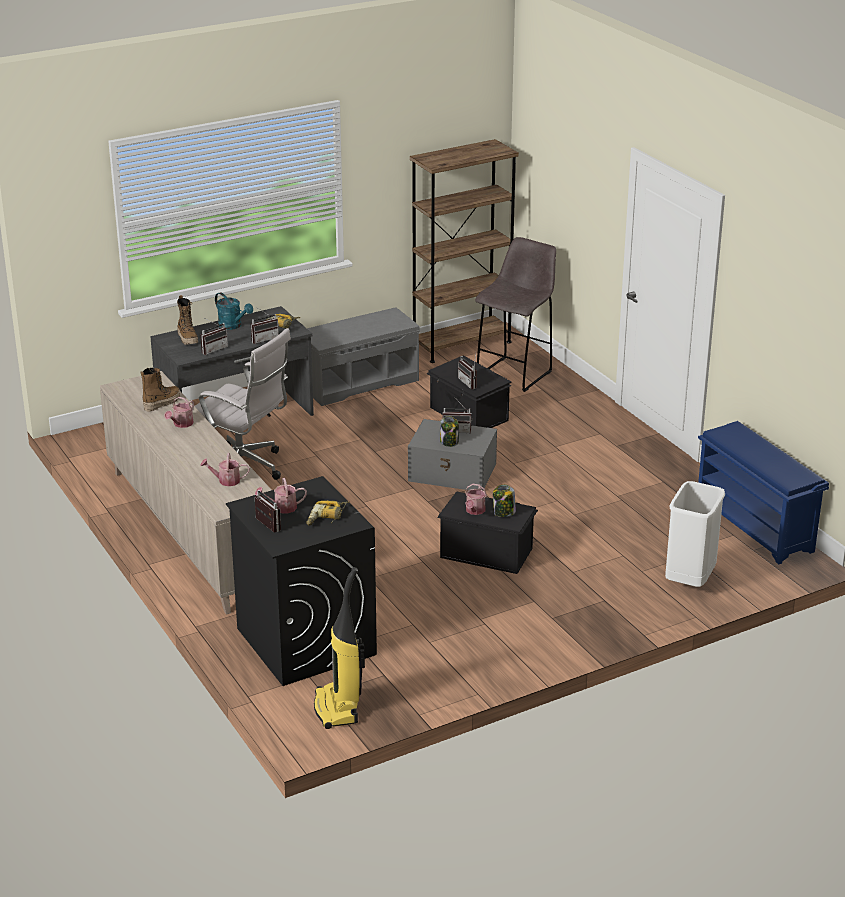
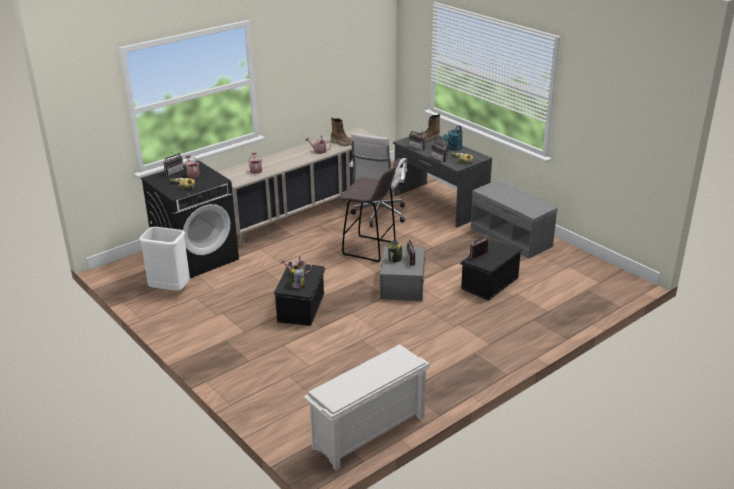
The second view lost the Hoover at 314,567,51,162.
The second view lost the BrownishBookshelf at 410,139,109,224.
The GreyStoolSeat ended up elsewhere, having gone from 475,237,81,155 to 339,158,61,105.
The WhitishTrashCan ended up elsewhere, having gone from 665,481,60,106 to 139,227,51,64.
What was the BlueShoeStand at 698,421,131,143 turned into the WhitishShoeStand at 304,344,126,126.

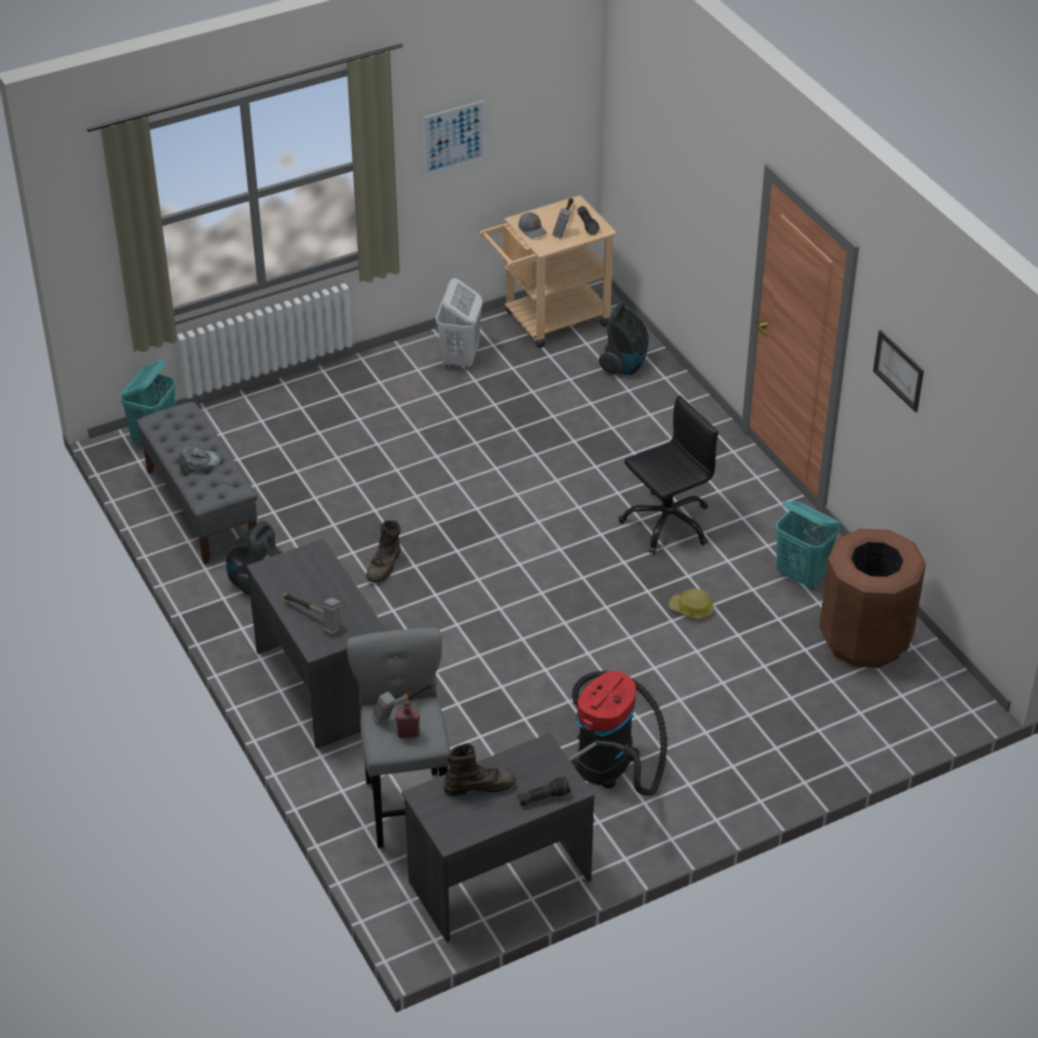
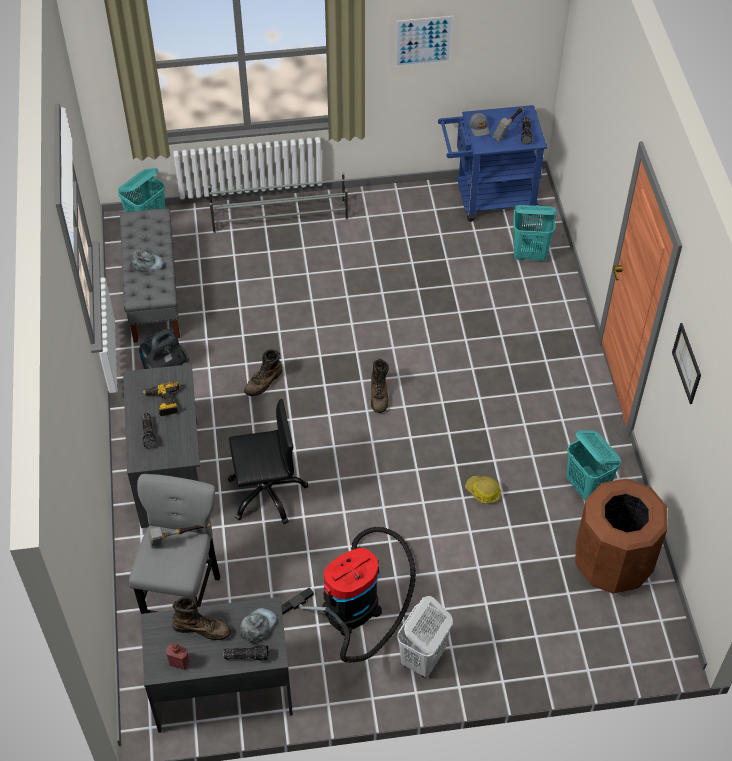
The second view gained the Drill at 142,382,37,34.
The second view gained the GreyShoeStand at 208,173,140,60.
The second view gained the GreyCap at 240,608,37,36.
The second view gained the BrownishHighTopBoot at 371,359,18,54.
The RedColouredBottle ended up elsewhere, having gone from 395,700,25,38 to 166,643,23,27.
The WhitishHamper ended up elsewhere, having gone from 436,278,47,93 to 397,596,56,81.
The BlackComputerChair ended up elsewhere, having gone from 619,395,100,159 to 228,399,80,125.
Where the ToolHammer stood at 282,593,58,42, the HandTorch came to stand at 141,413,16,36.
Where the Hoover stood at 599,302,50,73, the TurquoiseColouredHamper came to stand at 513,205,43,57.
What was the BeigeCart at 479,195,138,153 turned into the BlueCart at 438,105,109,117.

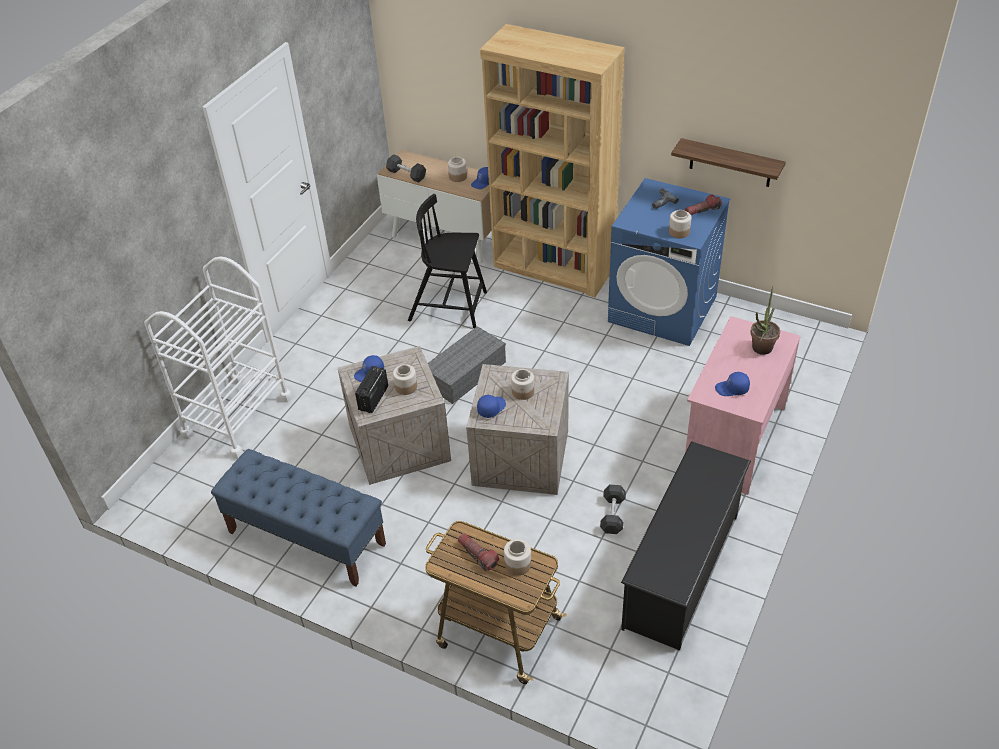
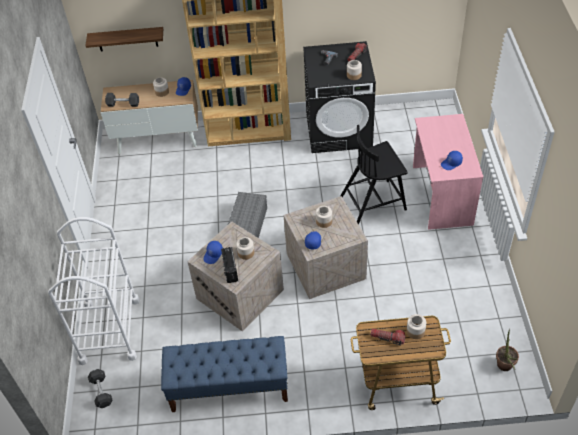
The second view lost the BlackShoeStand at 621,441,130,209.
The BlackPlainChair ended up elsewhere, having gone from 408,194,79,134 to 340,125,68,99.
The GreyHandWeight ended up elsewhere, having gone from 600,484,26,50 to 88,369,24,39.
The Shelf ended up elsewhere, having gone from 671,138,115,49 to 85,27,78,25.
The PlantInAPot ended up elsewhere, having gone from 750,286,30,69 to 496,329,23,42.
What was the BlueWashingMachine at 608,178,122,168 turned into the BlackWashingMachine at 303,41,73,112.

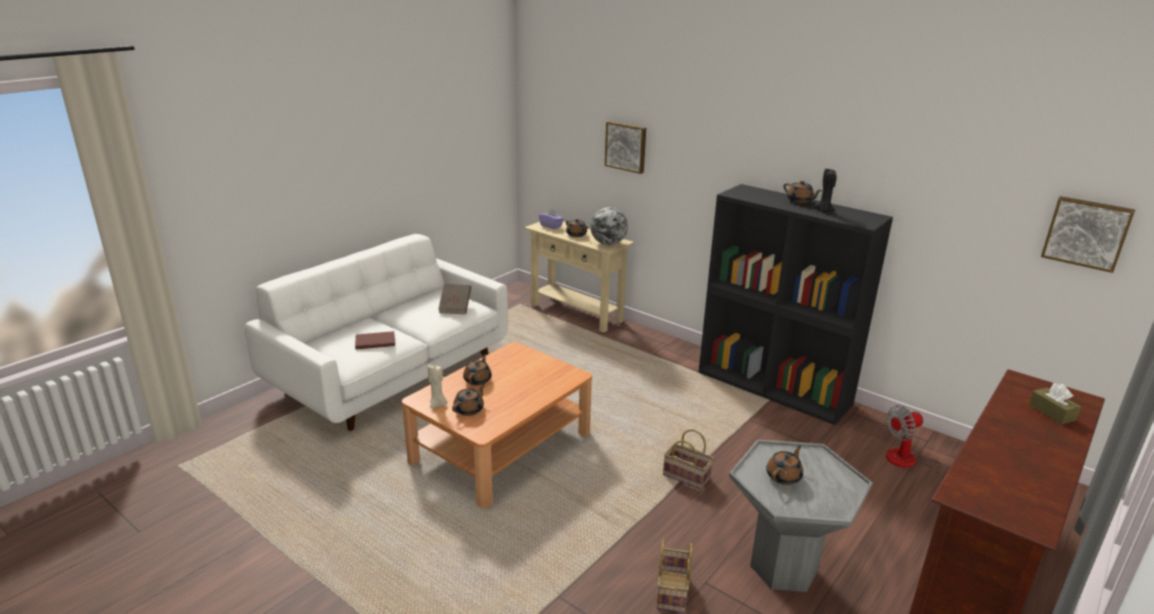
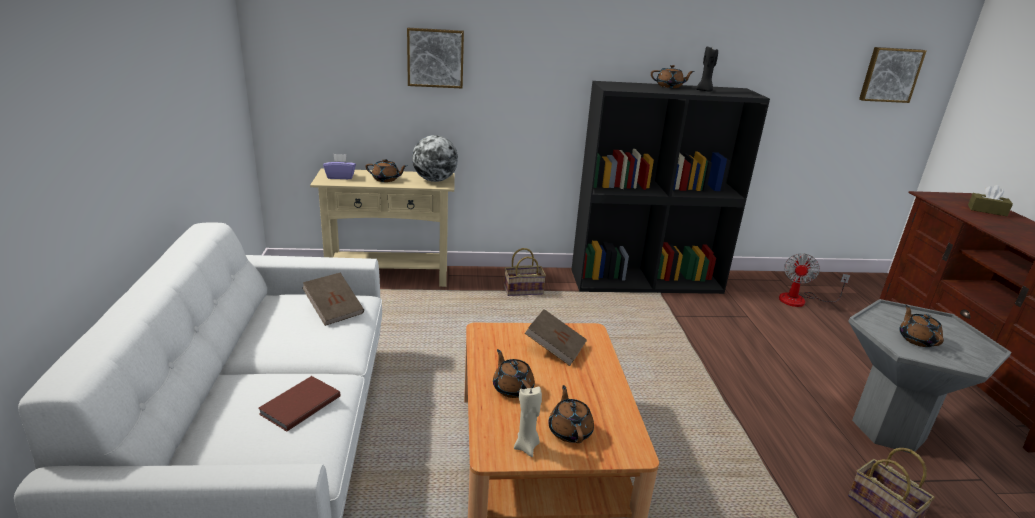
The second view gained the BrownishBook at 525,309,62,57.
The StorageBasket ended up elsewhere, having gone from 663,429,51,61 to 504,248,42,48.

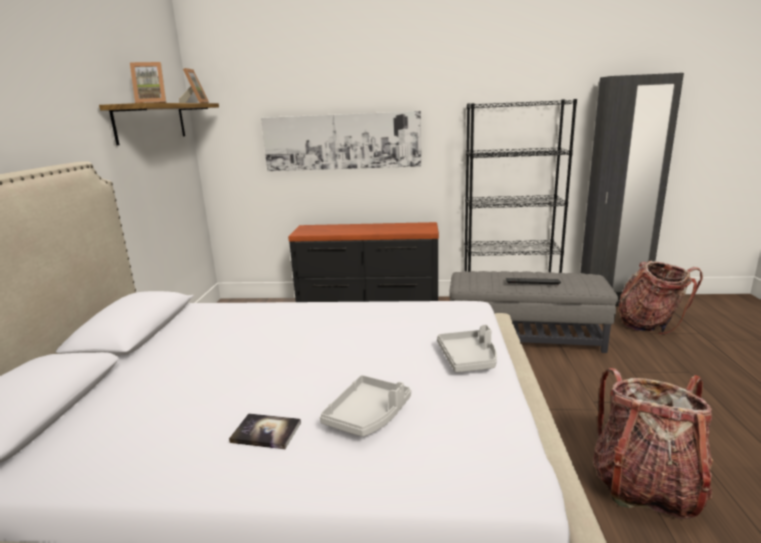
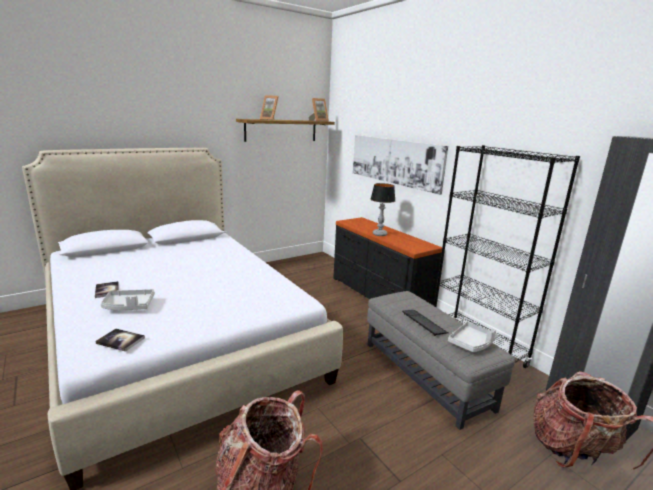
The second view gained the Book at 95,329,50,23.
The second view gained the TableLamp at 371,183,24,53.
The GreyServingTray ended up elsewhere, having gone from 437,325,60,47 to 448,322,50,30.

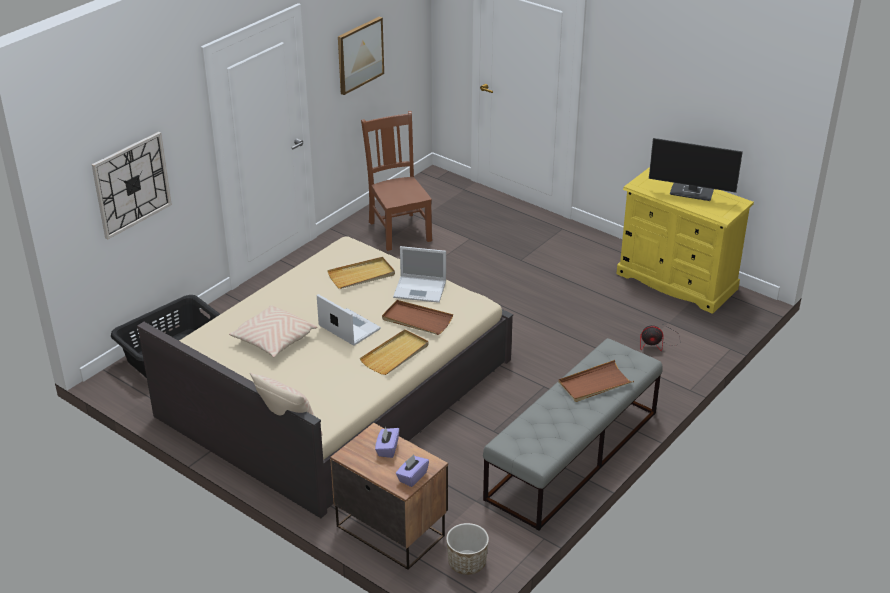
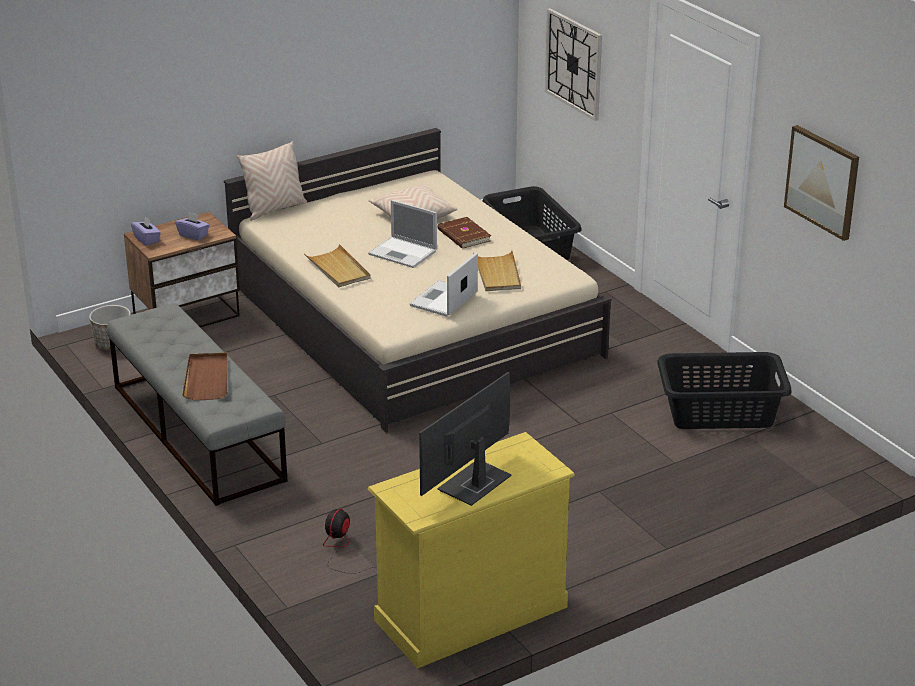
The second view lost the BrownishServingTray at 382,300,71,35.
The second view gained the BrownishBook at 437,217,54,32.
Where the BrownishPlainChair stood at 361,111,71,140, the BlackHamper came to stand at 657,352,135,77.
The NotebookComputer at 317,294,64,52 ended up facing another way, 60 degrees clockwise from before.

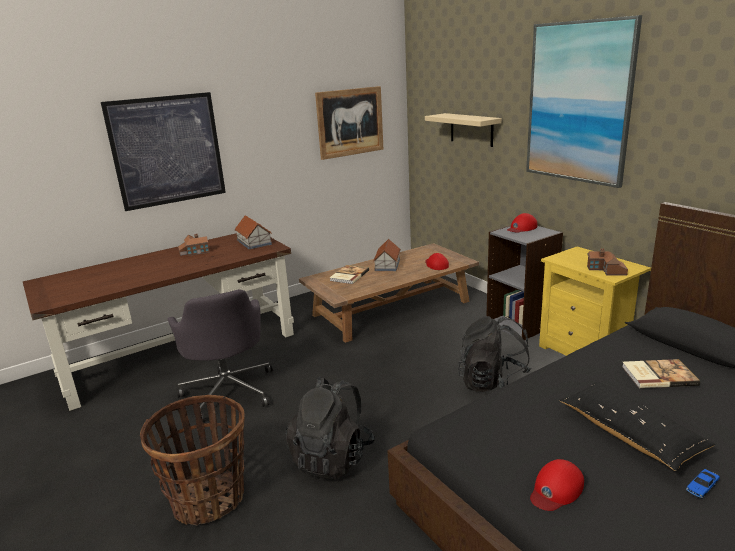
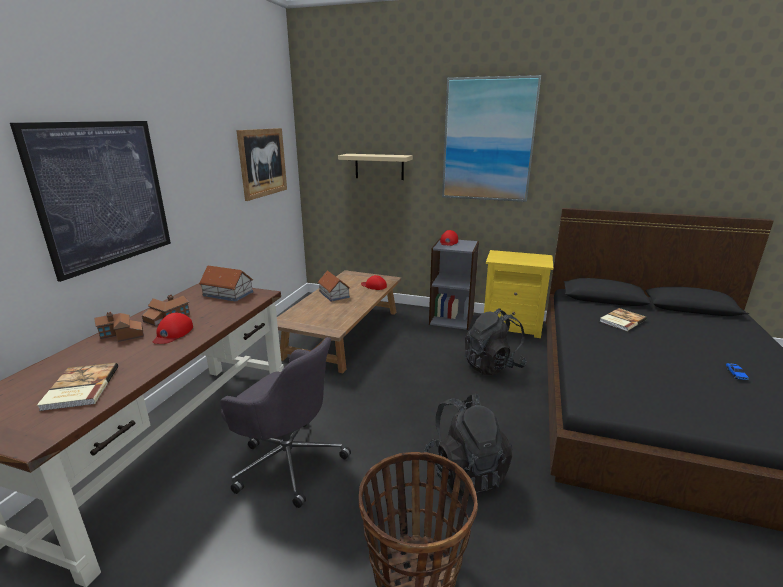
The second view lost the BlackCushion at 559,382,156,89.
The Book ended up elsewhere, having gone from 330,265,39,19 to 37,363,81,48.
The RedColouredCap ended up elsewhere, having gone from 530,459,54,52 to 153,313,40,31.
The ModelHouse ended up elsewhere, having gone from 587,249,41,27 to 94,312,50,30.

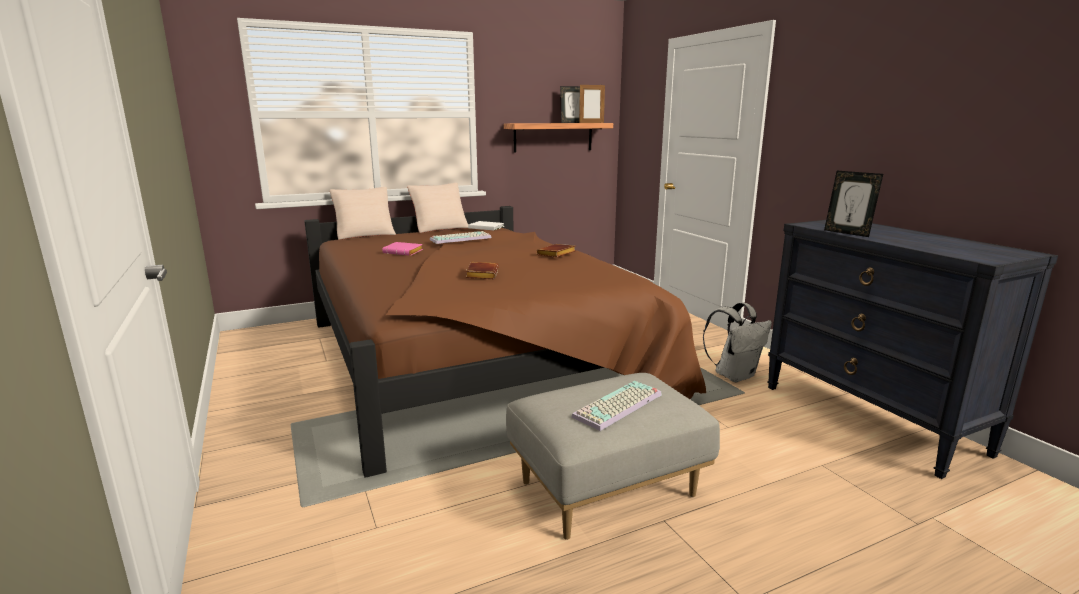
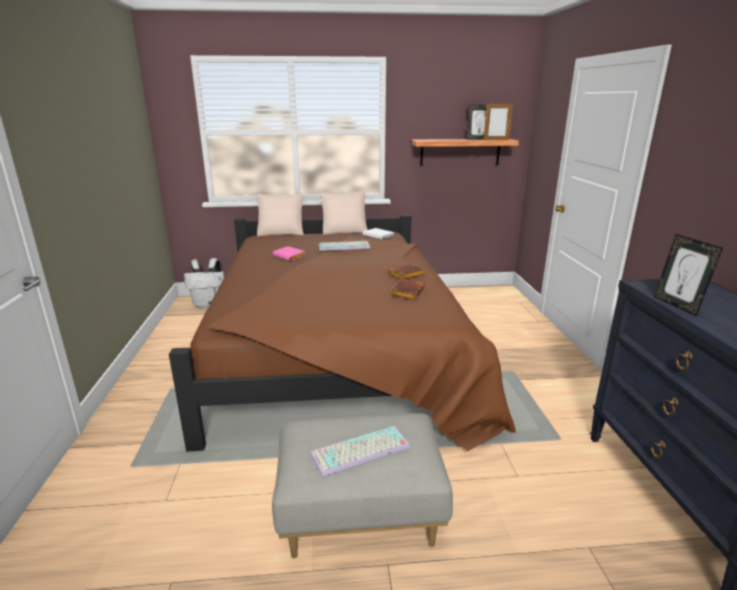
The BrownishBook ended up elsewhere, having gone from 466,262,33,17 to 391,279,34,21.
The WhitishKnapsack ended up elsewhere, having gone from 703,302,69,80 to 184,258,40,51.

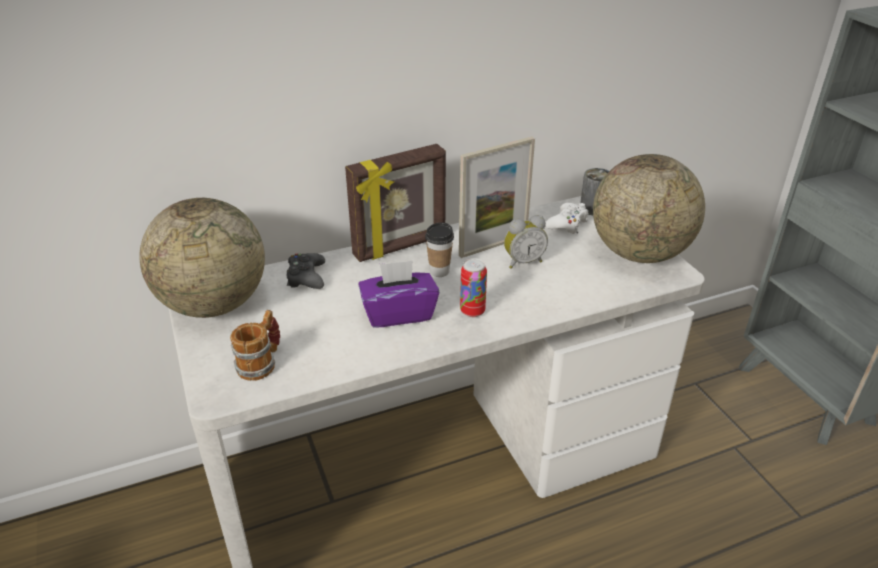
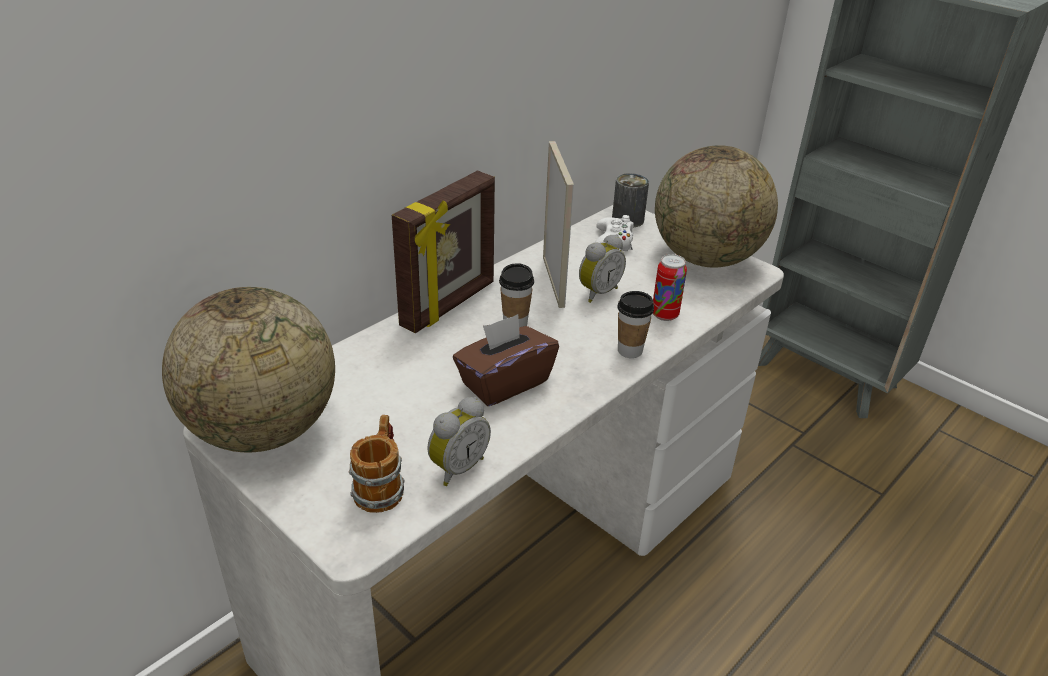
The second view lost the BlackGameController at 287,253,38,36.
The second view gained the AlarmClock at 428,397,63,89.
The second view gained the SmallCup at 617,291,37,67.
The MetalCan ended up elsewhere, having gone from 460,258,27,59 to 653,254,34,67.
What was the PurpleColouredTissueHolder at 358,261,81,67 turned into the BrownishTissueHolder at 453,314,106,92.
The PhotoFrame at 459,137,76,121 ended up facing another way, 45 degrees counterclockwise from before.

